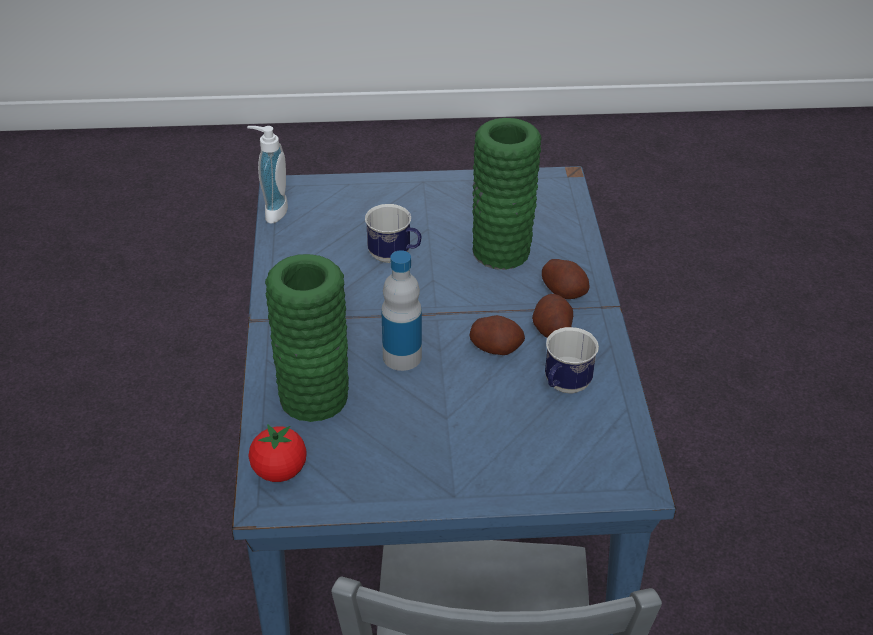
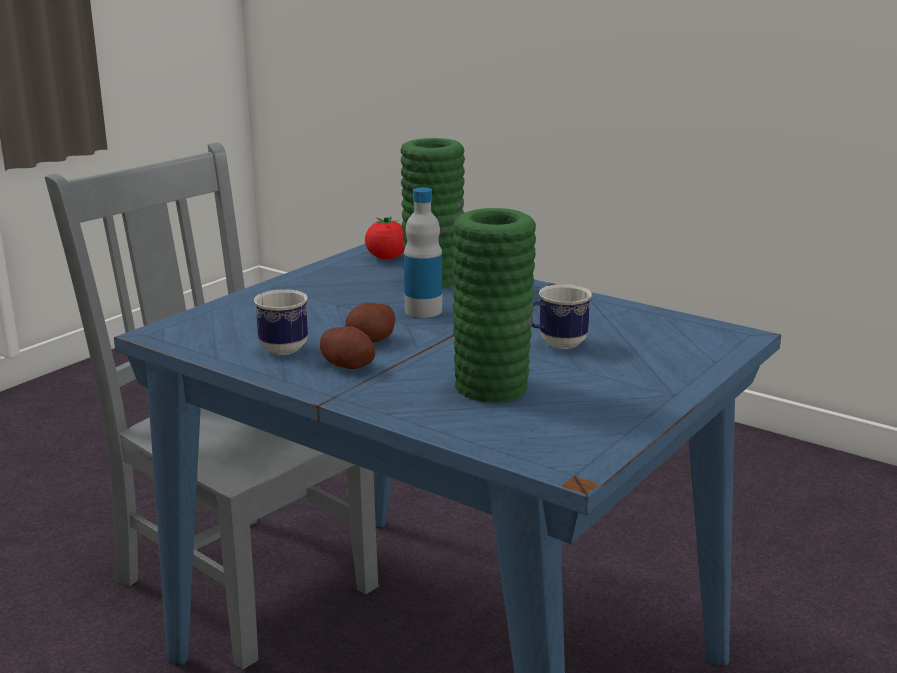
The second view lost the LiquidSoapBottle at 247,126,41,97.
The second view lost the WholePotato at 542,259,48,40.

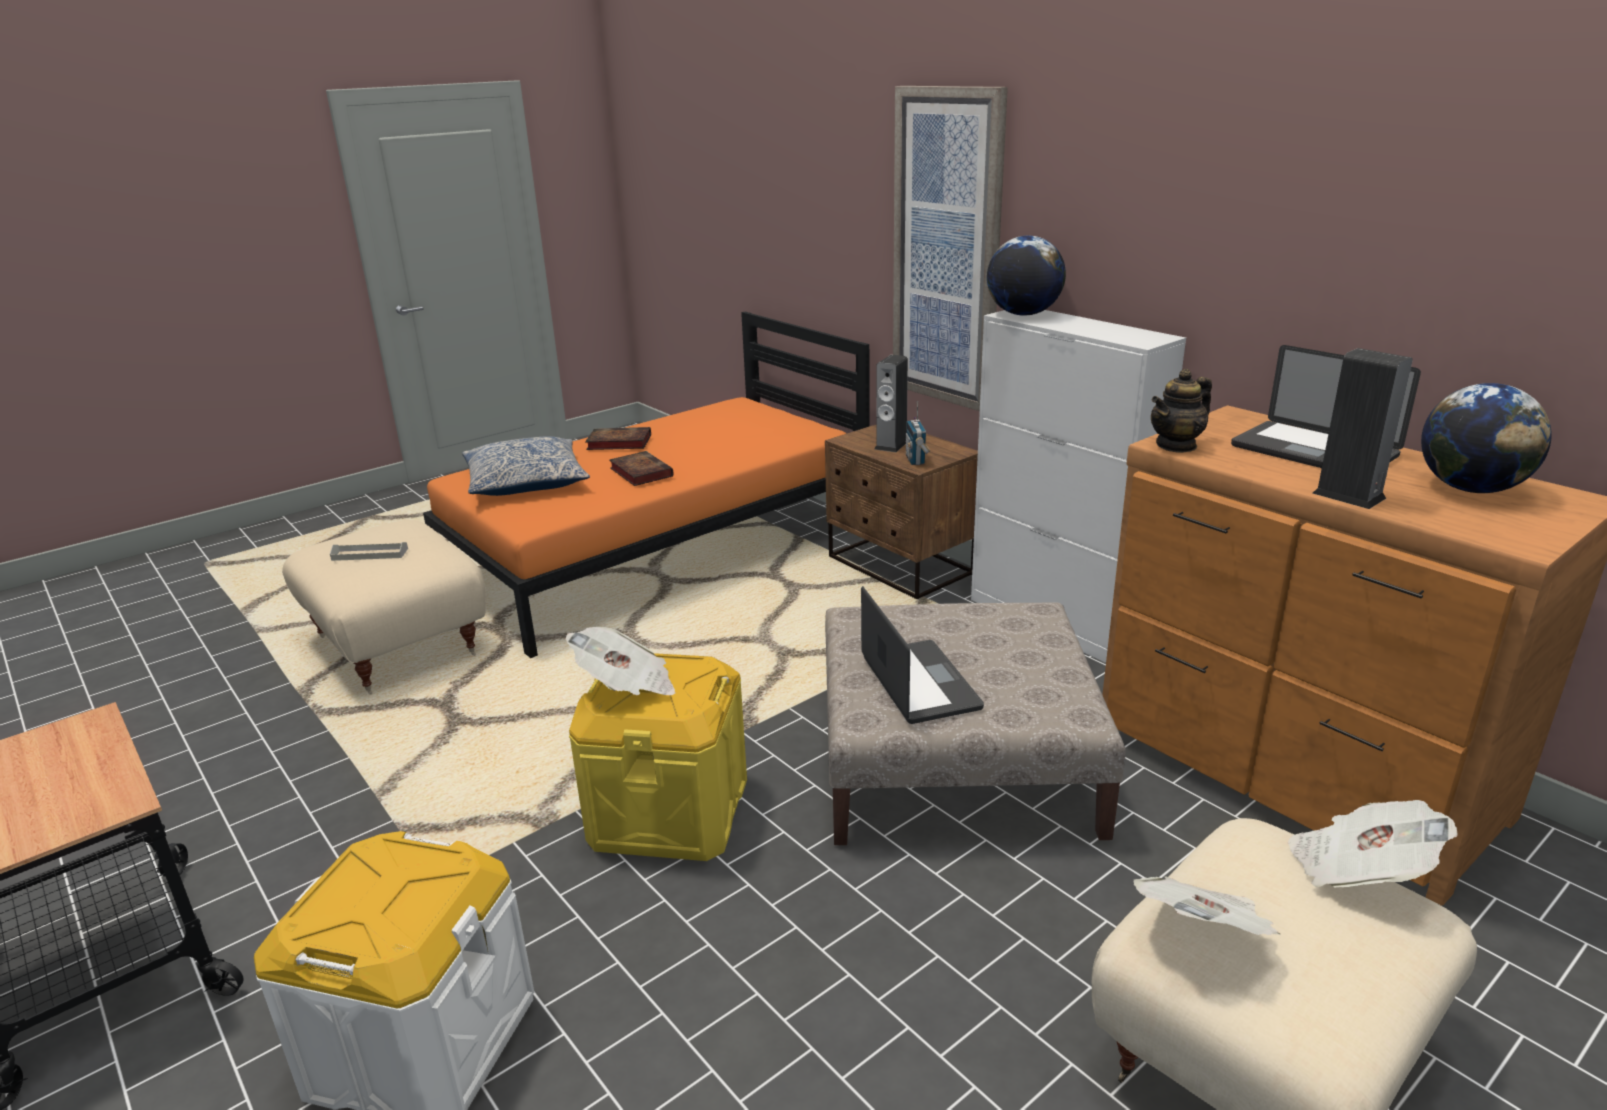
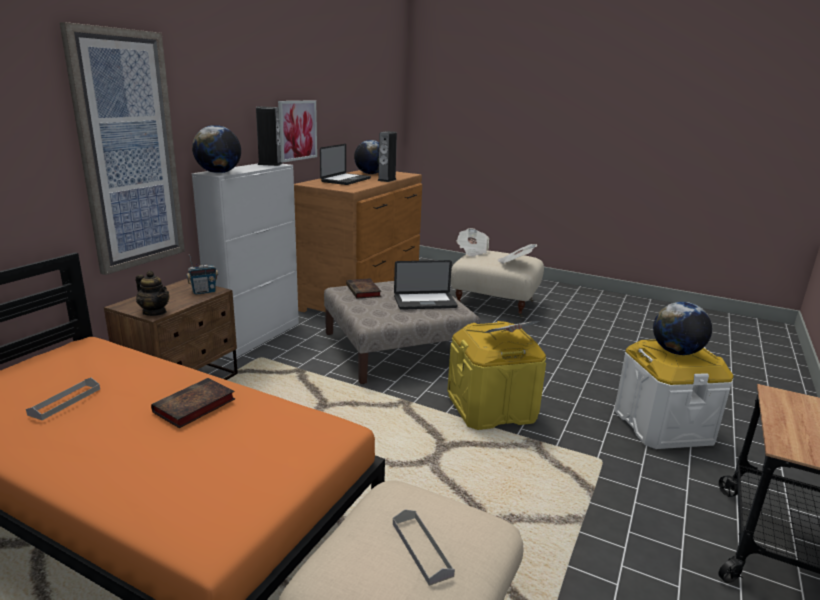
The second view lost the Cushion at 462,436,128,60.
The second view gained the GreyServingTray at 26,378,74,42.
The second view gained the WallArt at 278,100,39,62.
The second view gained the WorldGlobe at 653,302,59,53.
The Book ended up elsewhere, having gone from 585,427,66,23 to 346,278,35,21.
The AudioSpeaker ended up elsewhere, having gone from 874,355,34,97 to 256,106,26,60.
The Teapot ended up elsewhere, having gone from 1151,369,61,84 to 136,271,34,45.
The NotebookComputer at 861,586,123,138 ended up facing another way, 150 degrees counterclockwise from before.

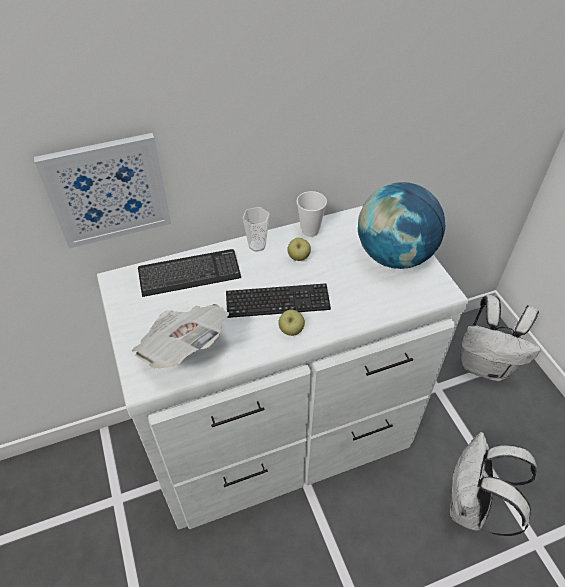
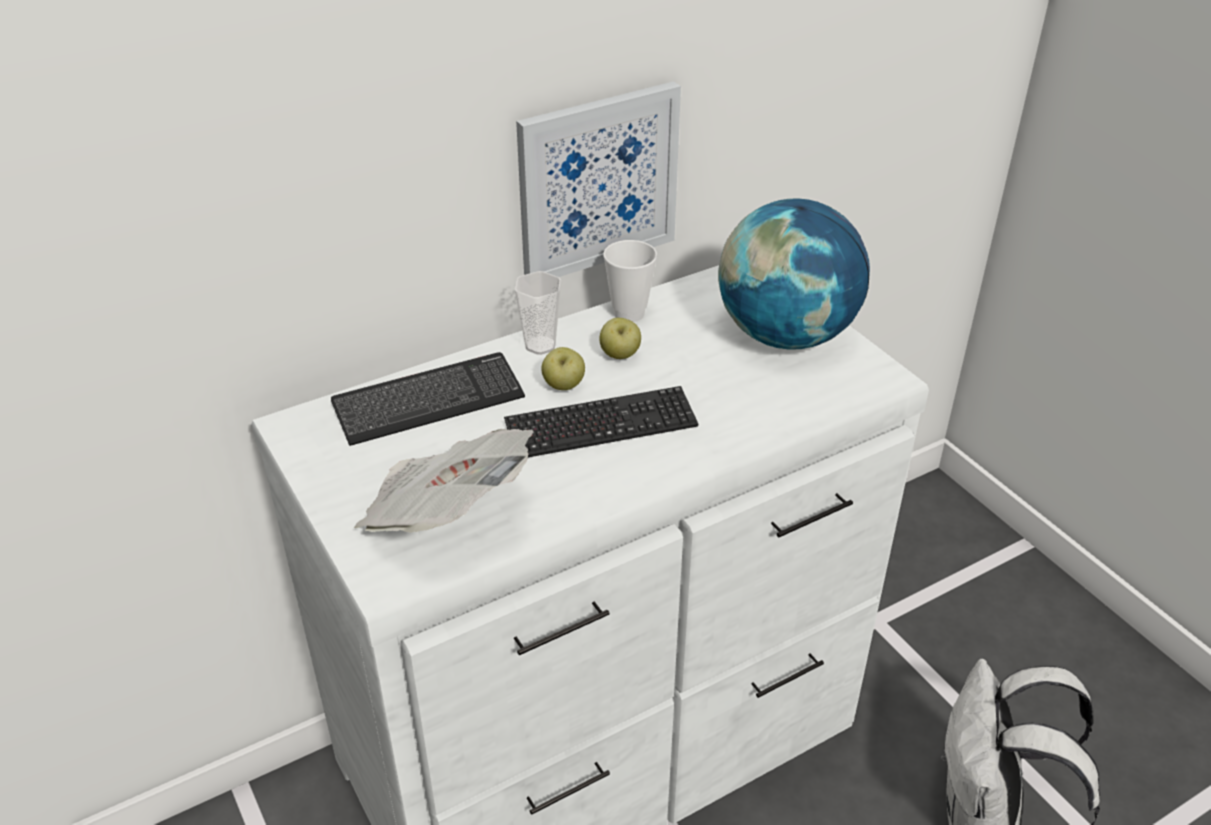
The second view lost the WhitishKnapsack at 461,295,79,86.
The WallArt ended up elsewhere, having gone from 34,133,137,116 to 516,81,165,196.
The Apple ended up elsewhere, having gone from 278,310,27,26 to 541,347,44,43.

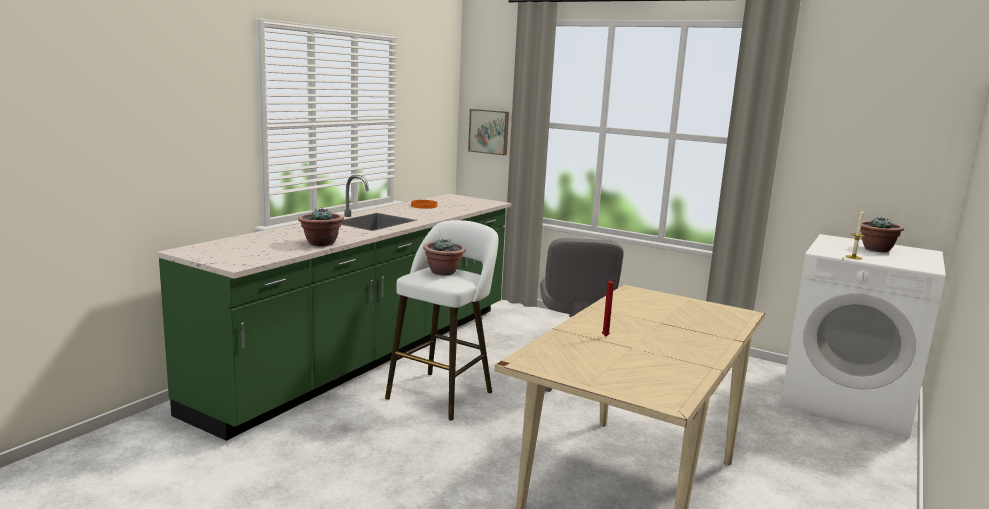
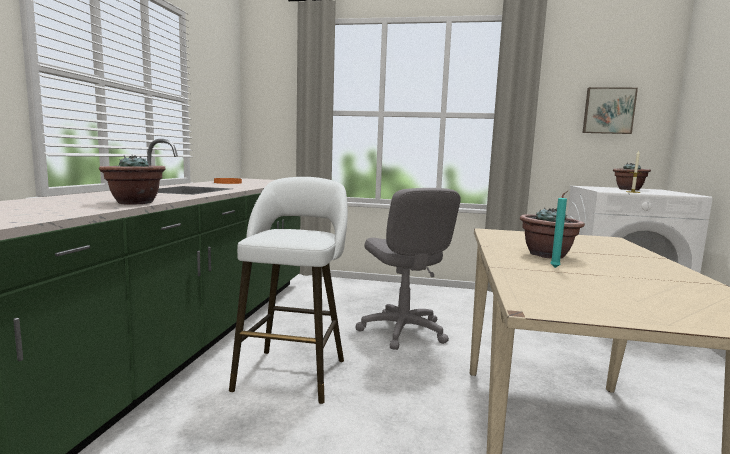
The PlantInAPot ended up elsewhere, having gone from 423,238,43,38 to 520,208,65,51.
The WallArt ended up elsewhere, having gone from 468,109,41,46 to 582,87,56,47.
What was the RedColouredWaxLight at 602,276,15,61 turned into the TurquoiseColouredWaxLight at 550,191,18,77.

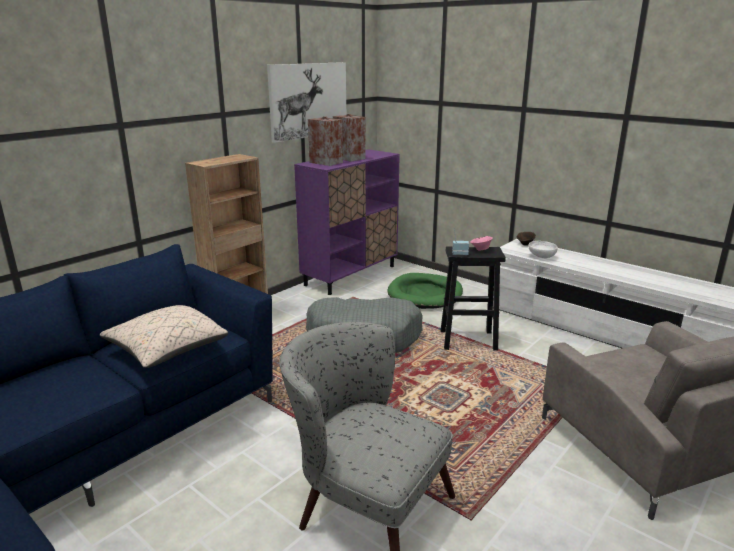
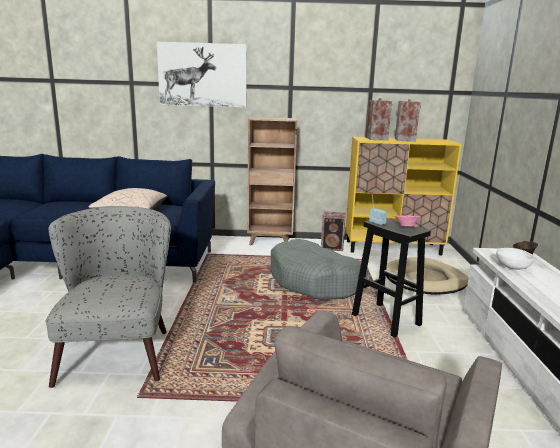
The second view gained the AudioSpeaker at 321,211,25,40.
The WallArt ended up elsewhere, having gone from 267,62,79,81 to 157,42,90,65.
What was the PurpleColouredStorageCabinet at 294,149,106,146 turned into the YellowColouredStorageCabinet at 345,137,117,118.
What was the GreenDogBed at 388,273,75,36 turned into the BeigeDogBed at 386,257,82,38.

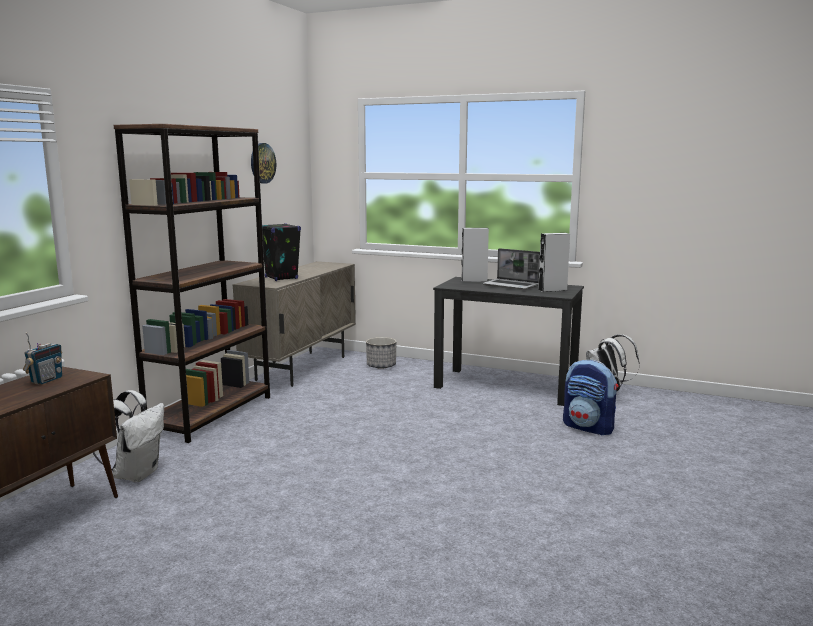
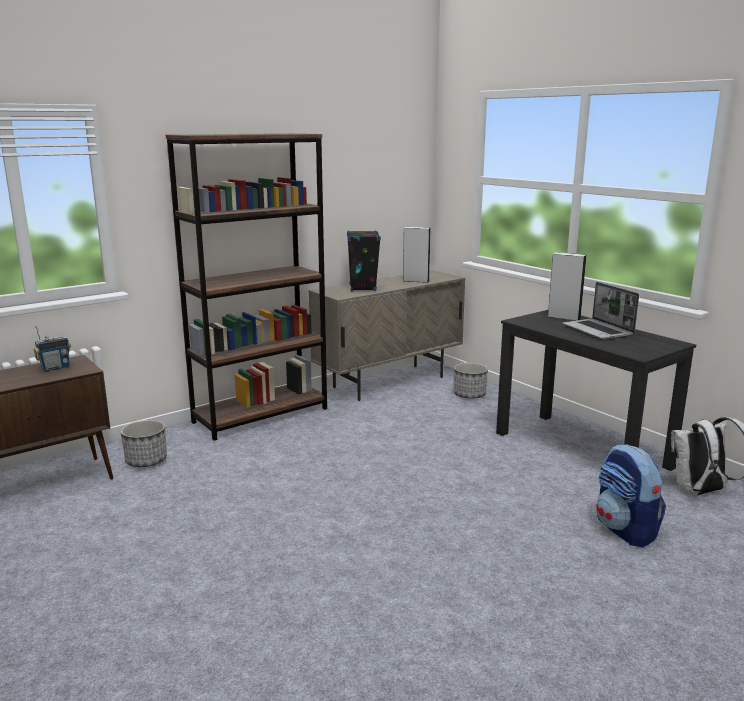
The second view lost the WallClock at 251,143,25,41.
The GreyAudioSpeaker ended up elsewhere, having gone from 538,233,32,59 to 403,227,28,56.
Where the WhitishKnapsack stood at 93,390,71,92, the FlowerPot came to stand at 121,420,46,47.

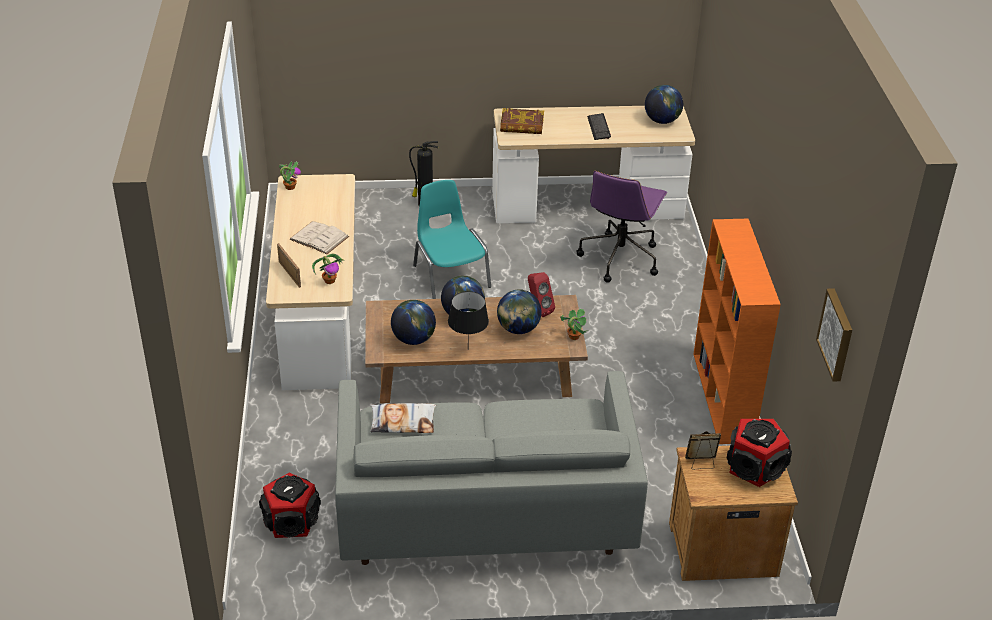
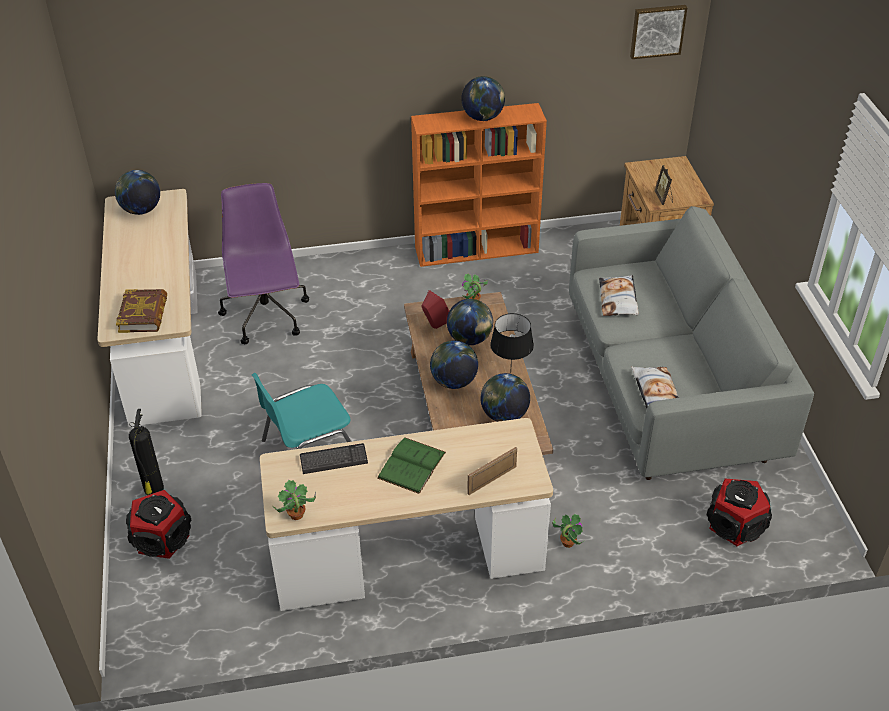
The second view gained the WorldGlobe at 461,76,44,45.
The second view gained the Cushion at 599,275,40,41.
The PlantInAPot ended up elsewhere, having gone from 312,253,33,31 to 552,514,32,34.
The Keyboard ended up elsewhere, having gone from 587,113,24,27 to 300,443,68,31.
The AudioSpeaker ended up elsewhere, having gone from 727,419,65,68 to 126,490,65,69.
What was the WhitishBook at 289,221,60,34 turned into the GreenBook at 377,437,69,57.
The PurpleColouredComputerChair at 577,171,90,112 ended up facing another way, 120 degrees counterclockwise from before.

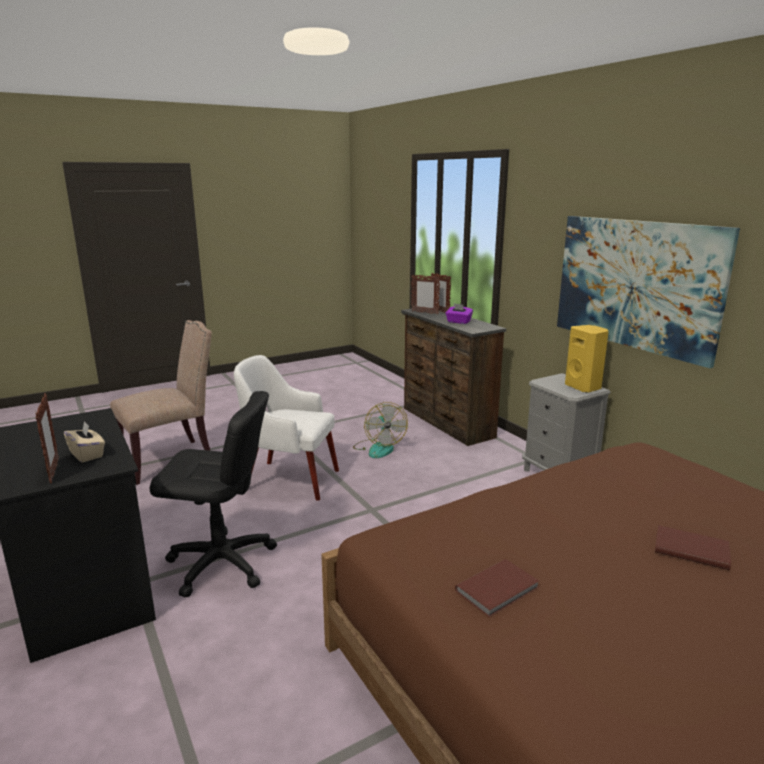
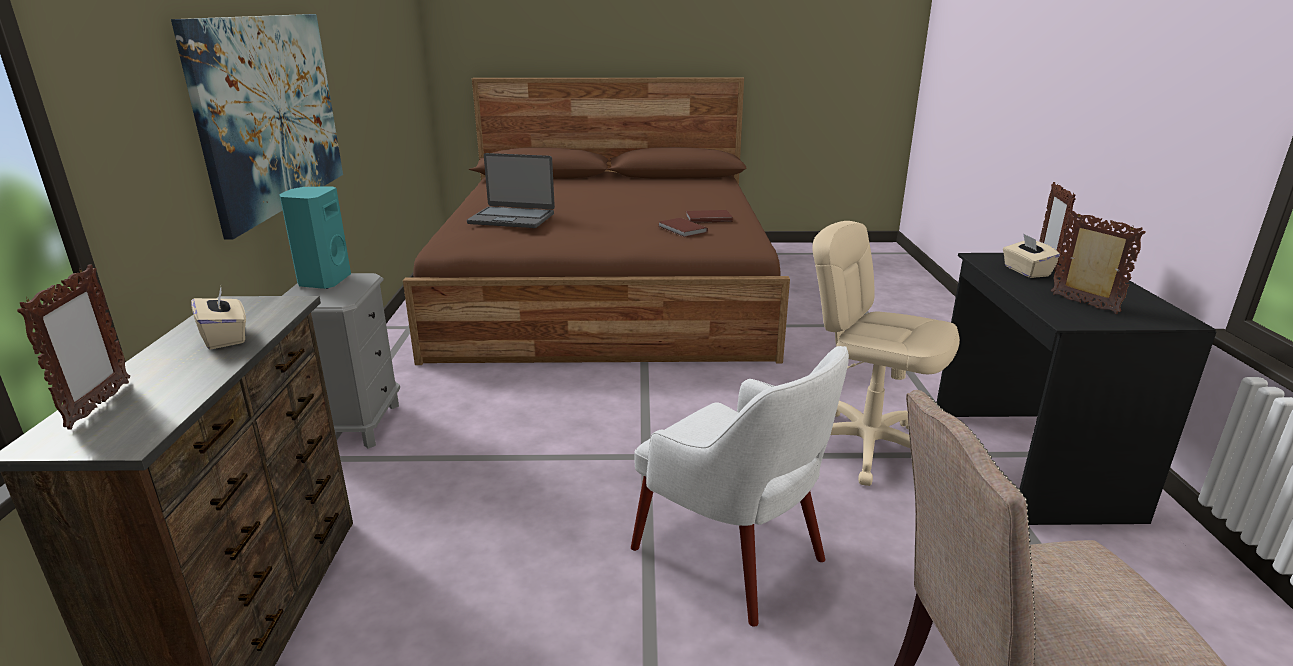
The second view lost the ElectricFan at 353,402,55,56.
The second view gained the NotebookComputer at 467,153,88,75.
The PhotoFrame ended up elsewhere, having gone from 411,275,29,39 to 1051,211,95,103.
The BrownishBook ended up elsewhere, having gone from 655,525,76,45 to 658,218,50,19.
What was the BlackComputerChair at 150,391,127,207 turned into the BeigeComputerChair at 812,221,148,265.
What was the PurpleColouredTissueHolder at 446,304,27,20 turned into the BeigeTissueHolder at 191,287,55,63.
What was the YellowColouredAudioSpeaker at 565,325,44,68 turned into the TurquoiseColouredAudioSpeaker at 279,186,72,103.

